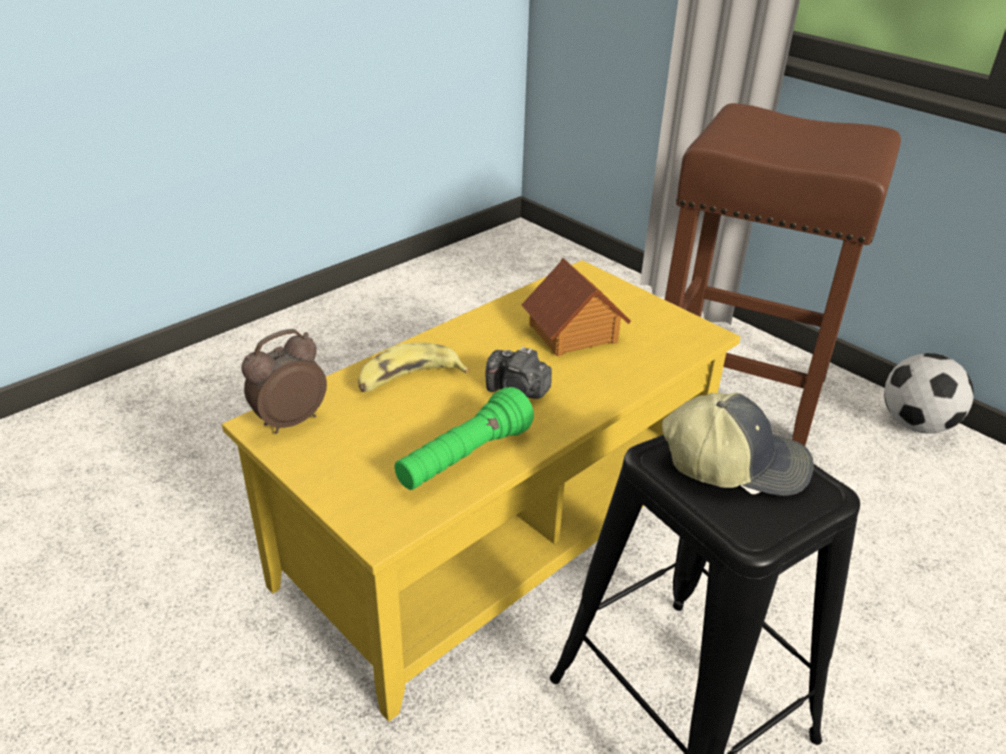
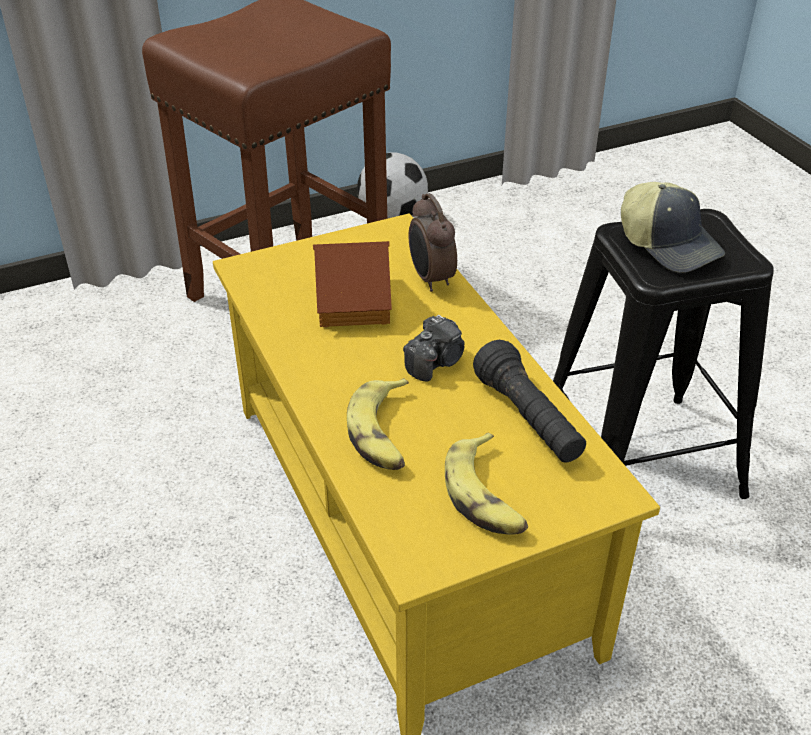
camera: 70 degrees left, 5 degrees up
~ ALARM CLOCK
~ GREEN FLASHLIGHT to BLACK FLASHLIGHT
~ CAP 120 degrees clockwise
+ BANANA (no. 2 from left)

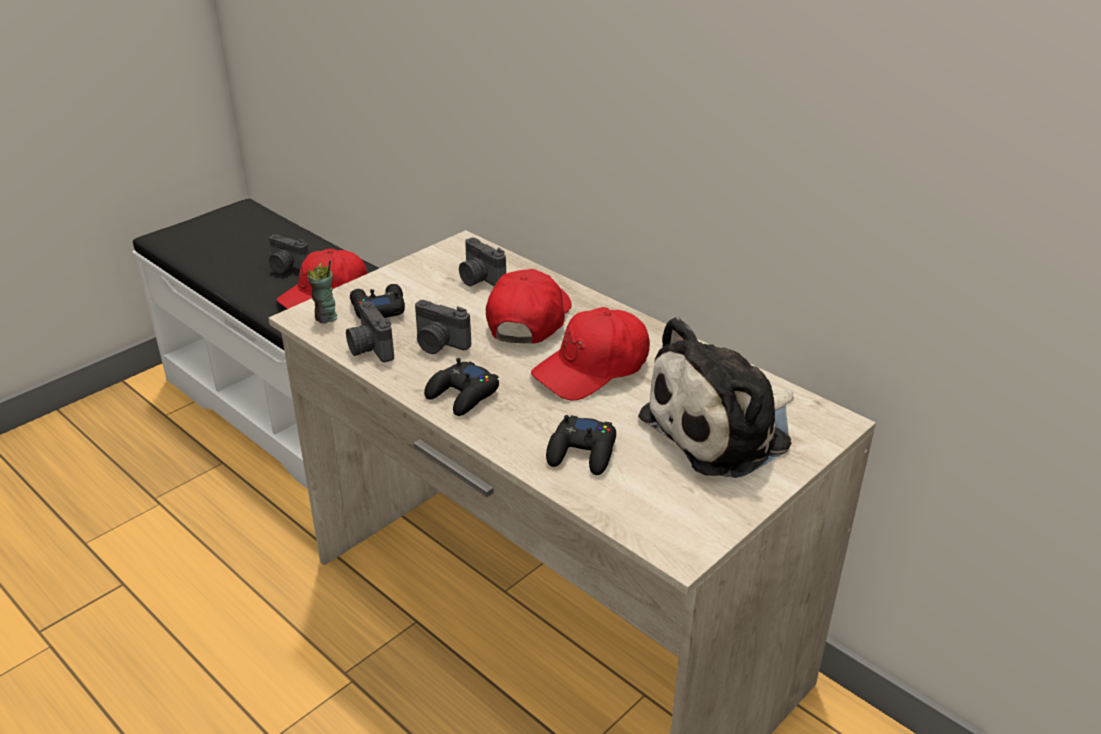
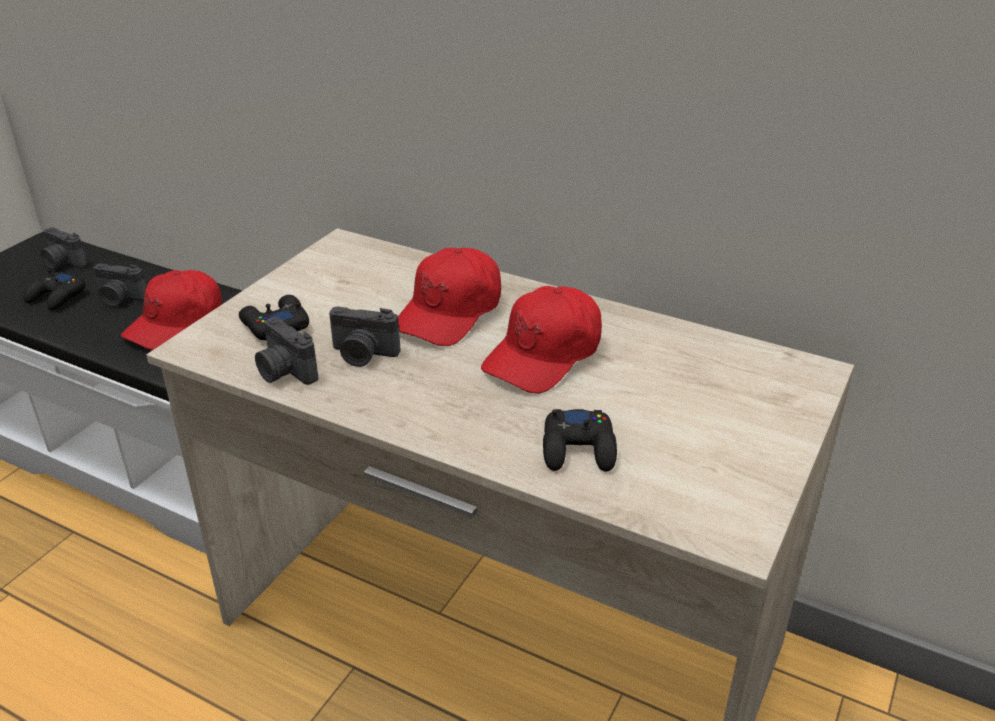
camera: 15 degrees left, 0 degrees up
~ PHOTO CAMERA (no. 4 from left in the first image) to PHOTO CAMERA (no. 1 from left)
- CUP
~ RED CAP (no. 2 from left) 150 degrees counterclockwise
- PLUSH TOY
~ BLACK GAME CONTROLLER (no. 2 from left in the first image) to BLACK GAME CONTROLLER (no. 1 from left)

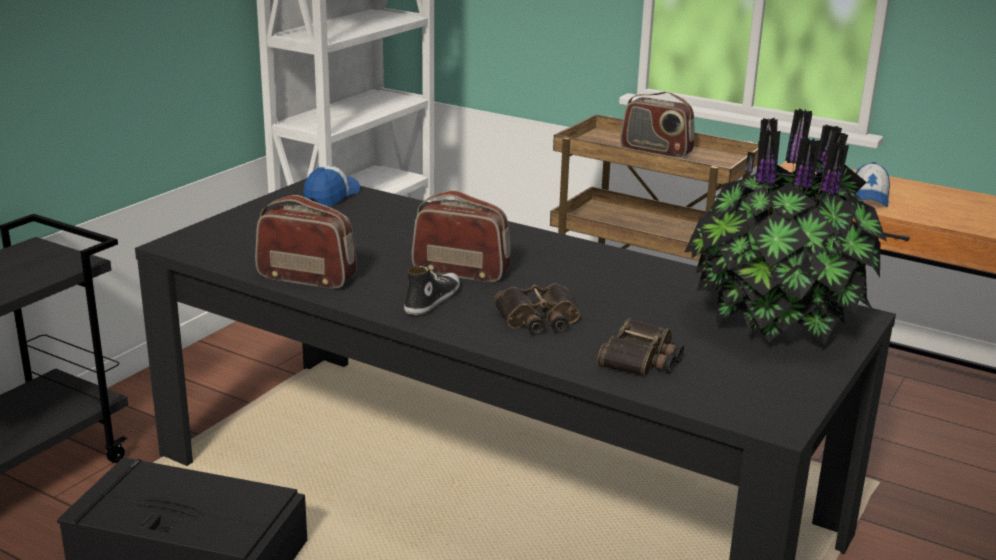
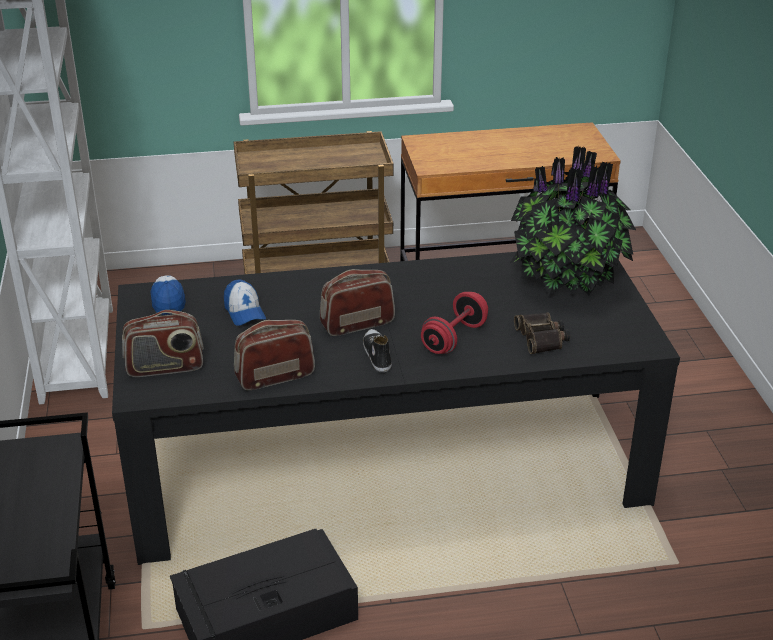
camera: 40 degrees left, 10 degrees up
~ RADIO (no. 3 from left in the first image) to RADIO (no. 1 from left)
~ CAP (no. 2 from left)
~ BINOCULARS (no. 1 from left) to RED DUMBBELL

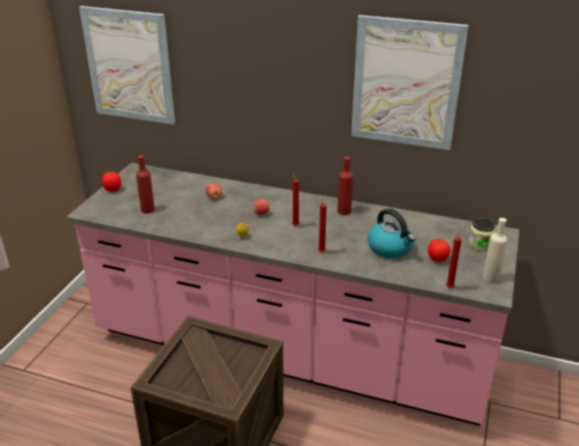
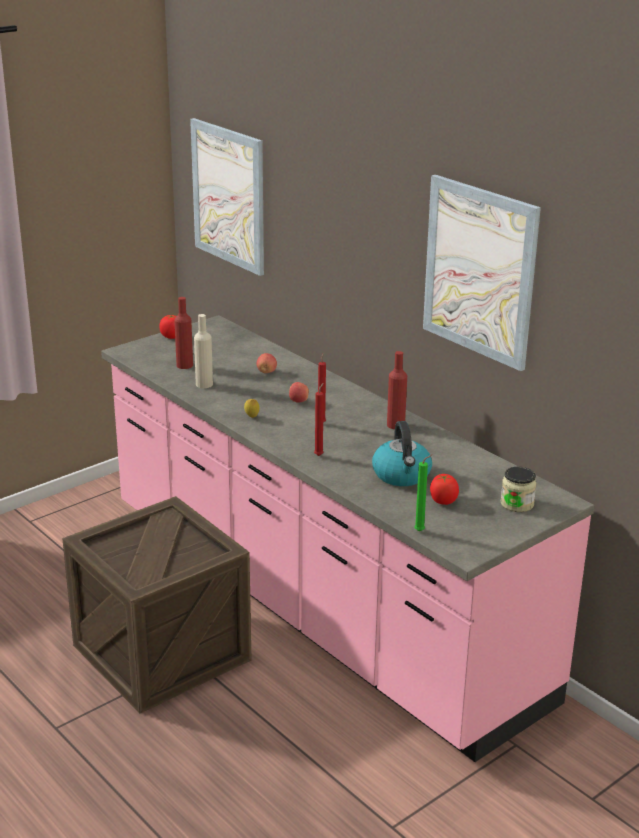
camera: 30 degrees right, 5 degrees down
~ BEIGE BOTTLE
~ RED CANDLE (no. 3 from left) to GREEN CANDLE

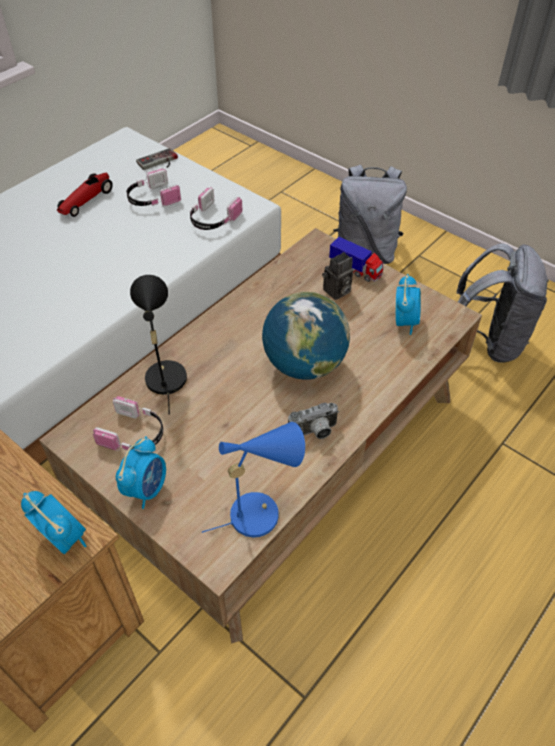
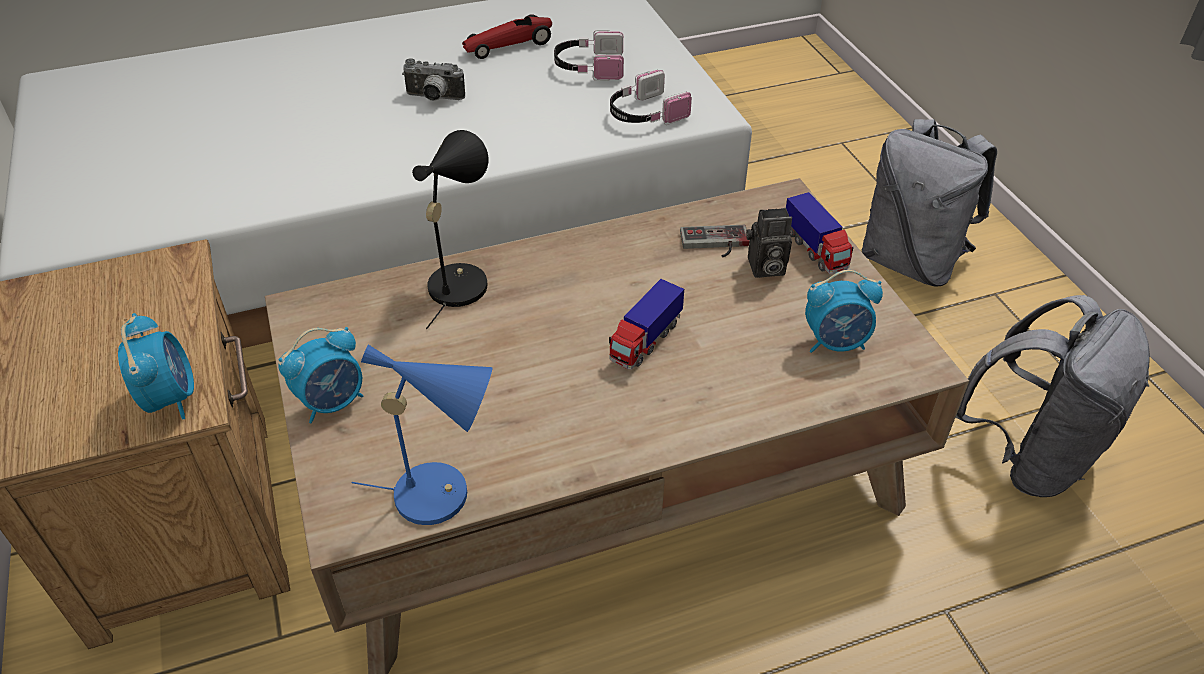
camera: 30 degrees right, 5 degrees down
~ GAME CONTROLLER
~ ALARM CLOCK (no. 3 from left) 45 degrees clockwise
~ GLOBE to TOY TRUCK (no. 1 from left)
- HEADPHONES (no. 1 from left)
~ PHOTO CAMERA (no. 1 from left)

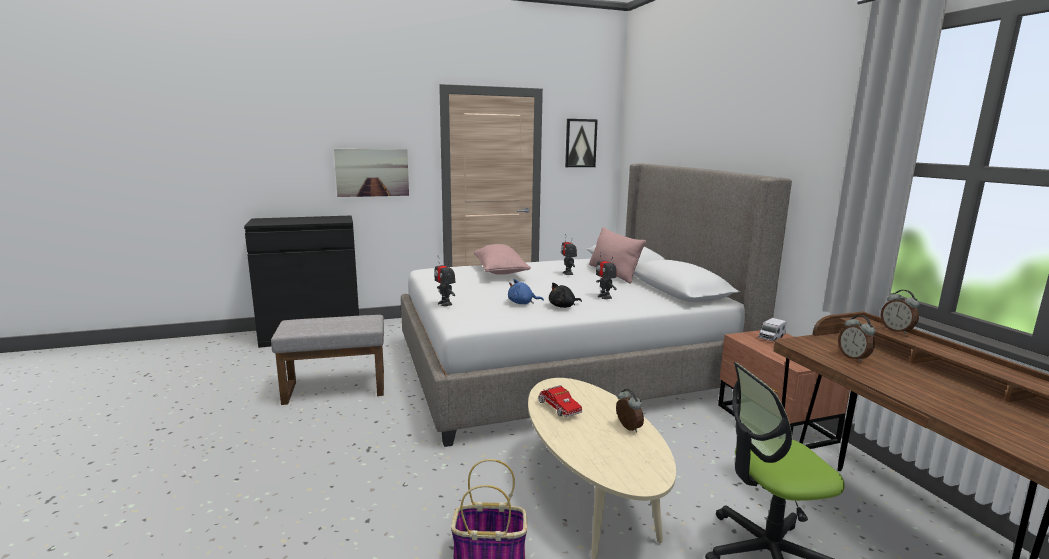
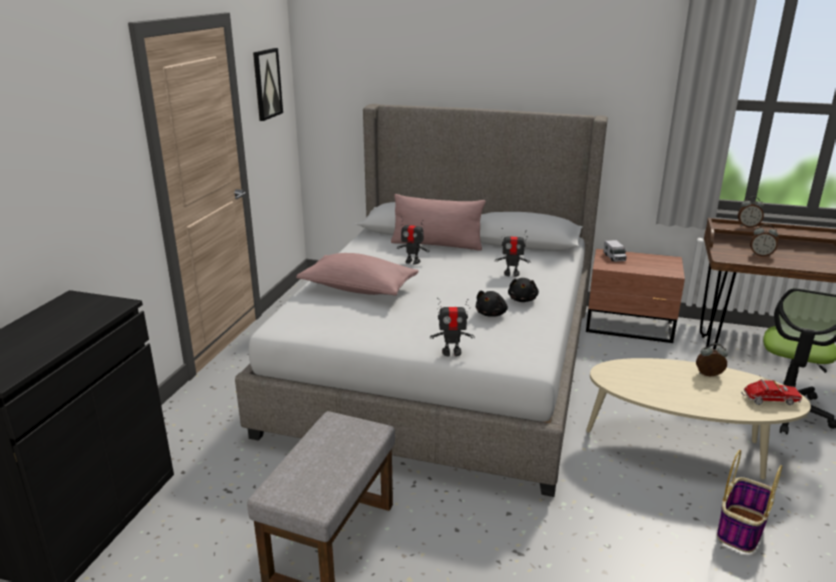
camera: 55 degrees left, 10 degrees up
- PICTURE (no. 1 from left)
~ BLUE PLUSH TOY to BLACK PLUSH TOY (no. 1 from left)
~ TOY TRUCK (no. 1 from left in the first image) to TOY TRUCK (no. 2 from left)

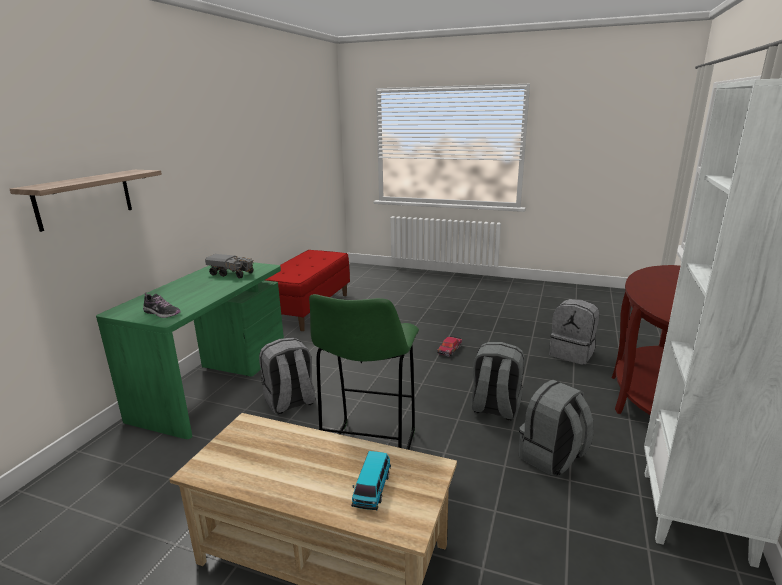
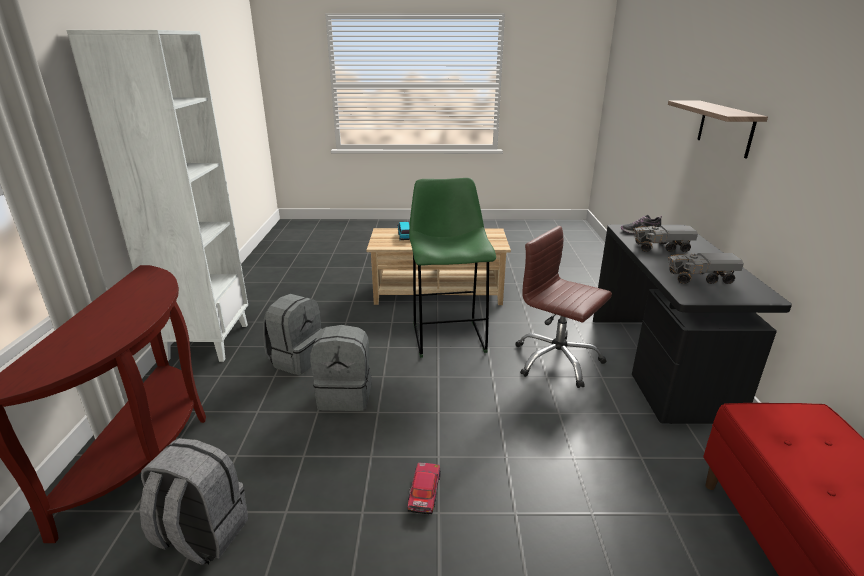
camera: 160 degrees right, 5 degrees up
~ GREEN DESK to BLACK DESK
~ GREY BACKPACK (no. 1 from left) to BROWN OFFICE CHAIR
+ TOY TRUCK (no. 1 from left)

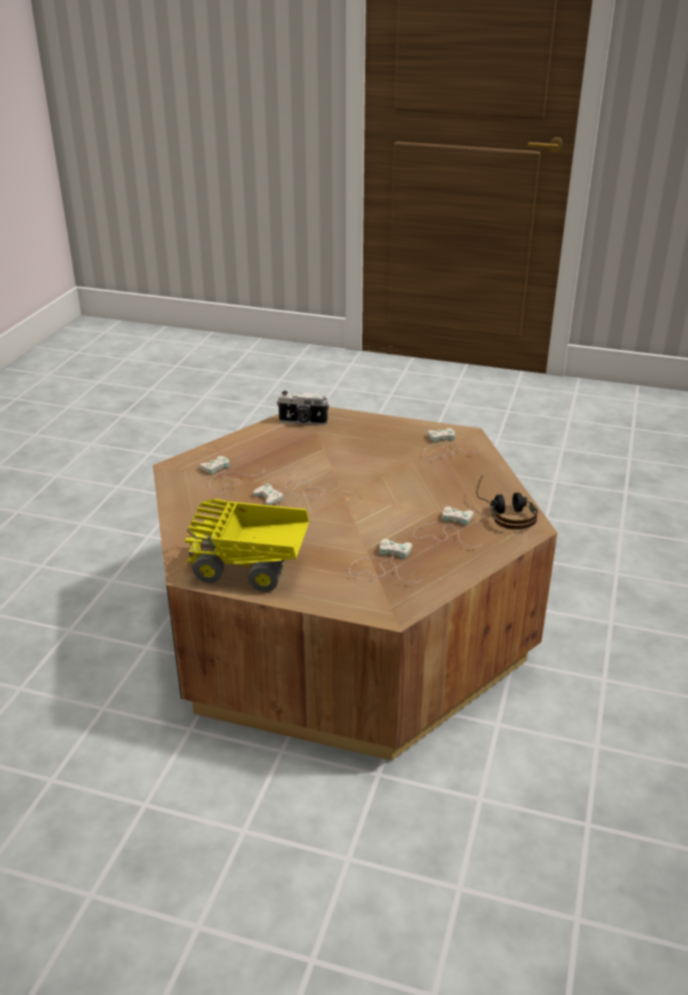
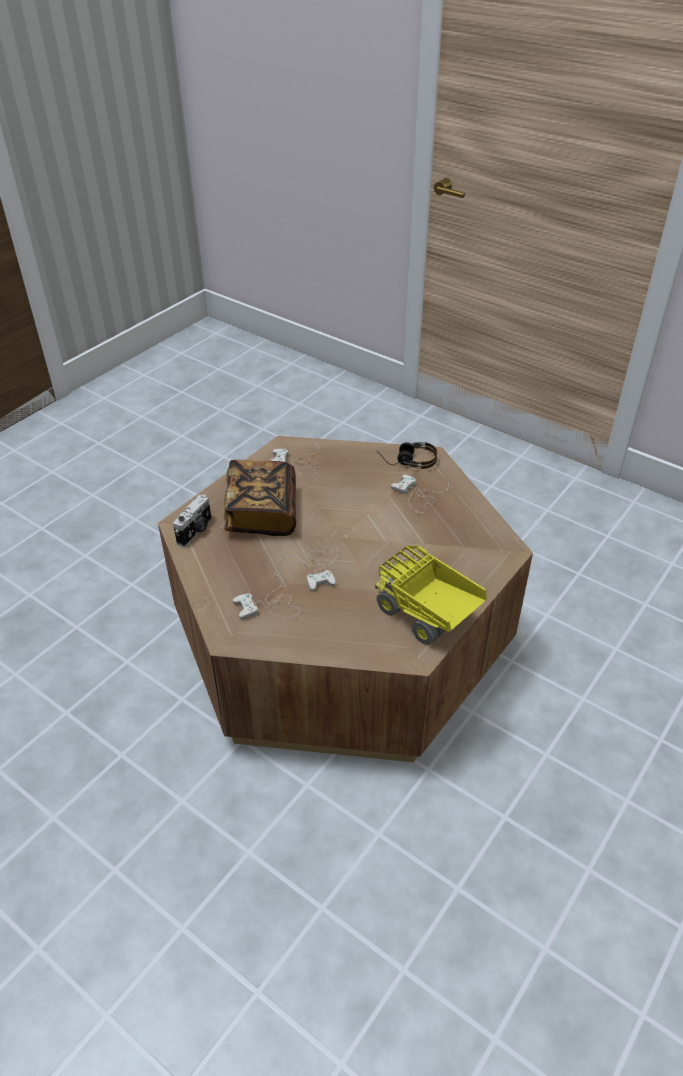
camera: 70 degrees left, 10 degrees up
~ TOY TRUCK 105 degrees clockwise
- WHITE GAME CONTROLLER (no. 3 from left)
+ BOOK

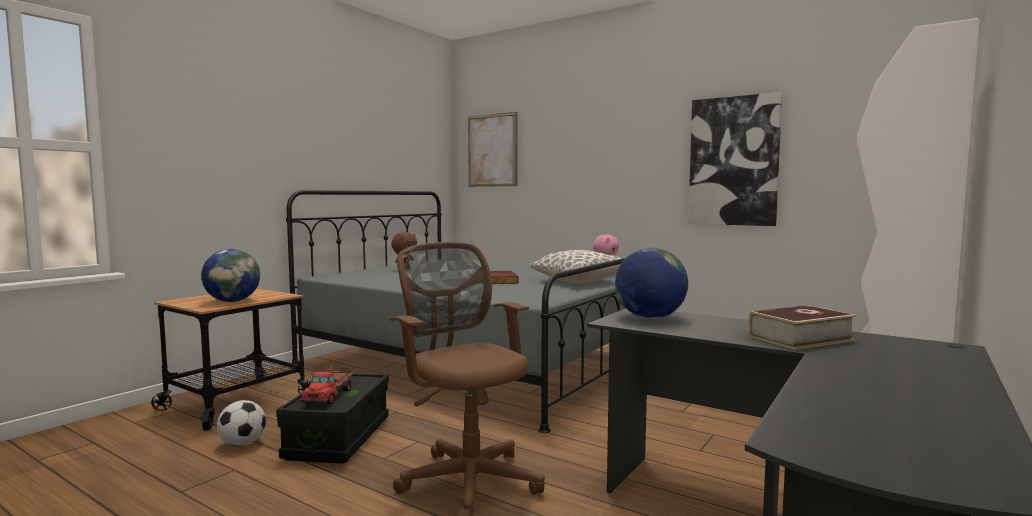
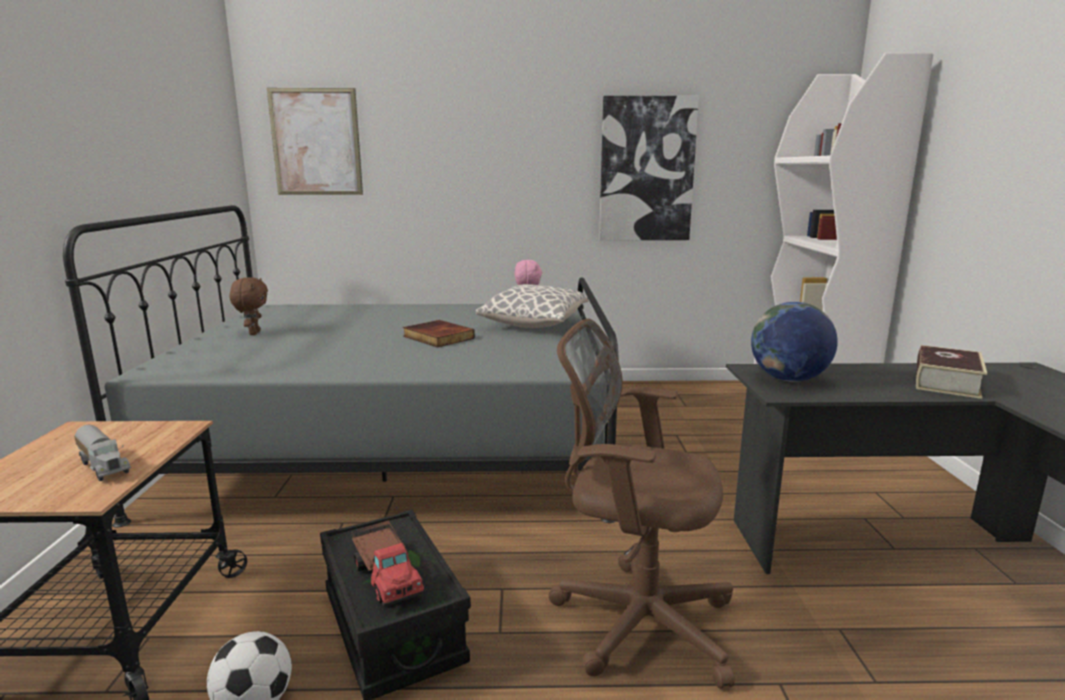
camera: 35 degrees left, 10 degrees up
~ GLOBE (no. 1 from left) to TOY TRUCK (no. 1 from left)

